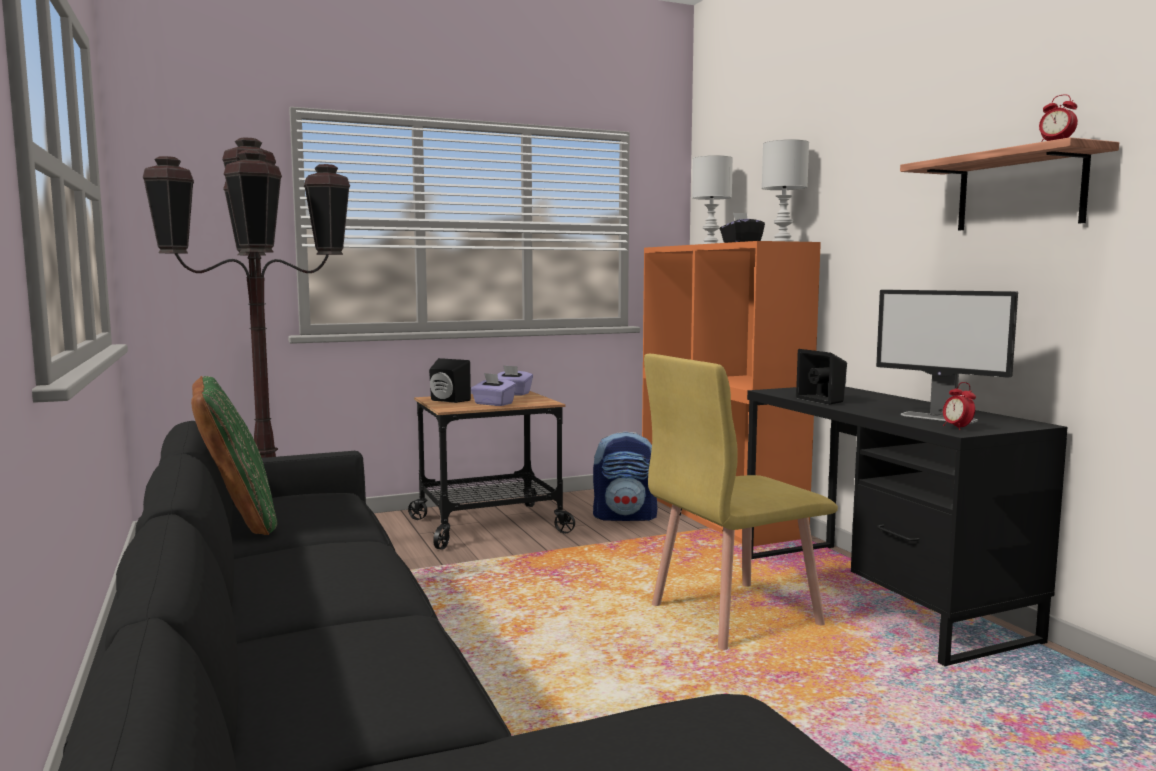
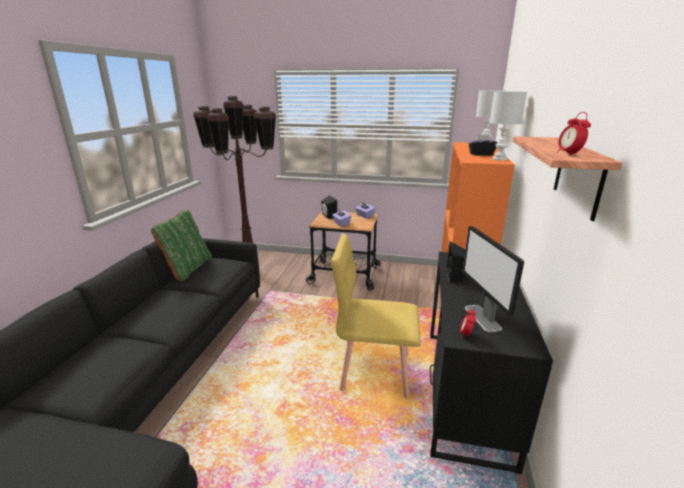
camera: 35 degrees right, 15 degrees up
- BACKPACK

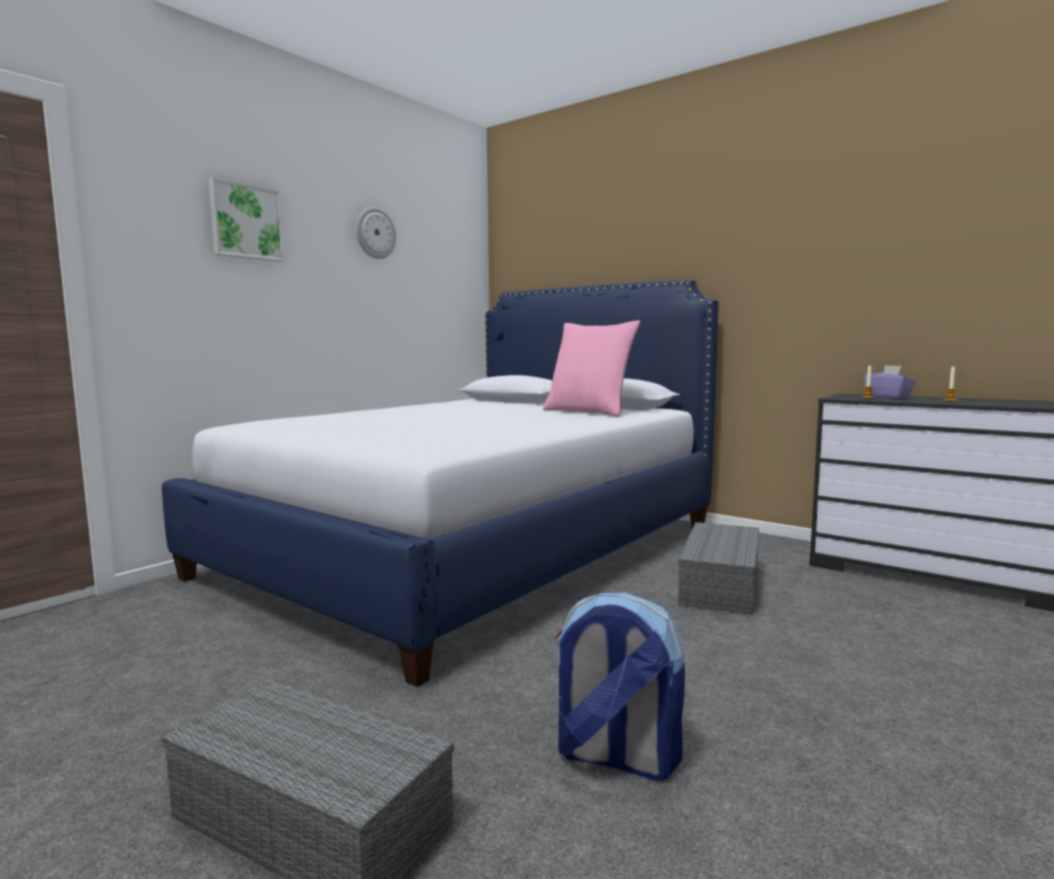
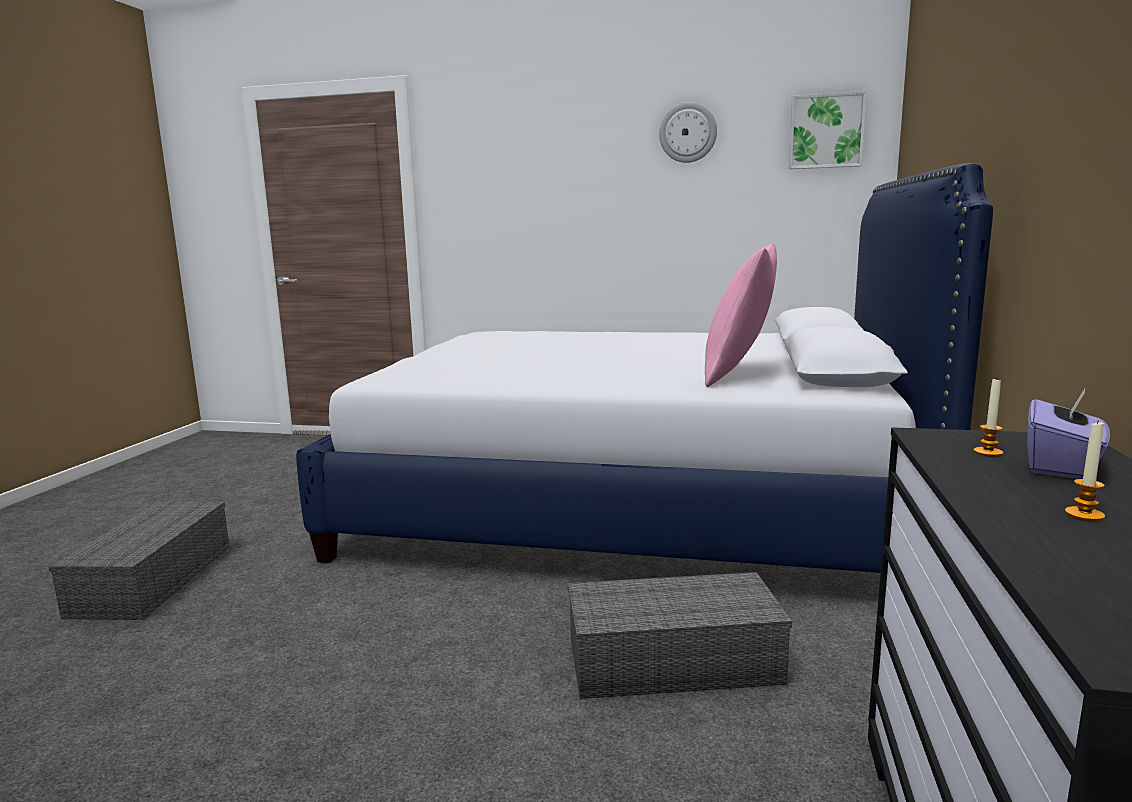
camera: 65 degrees right, 5 degrees up
~ PICTURE
- BACKPACK

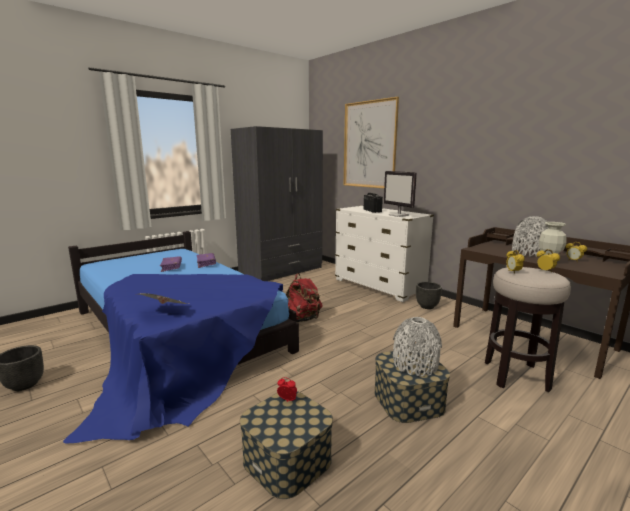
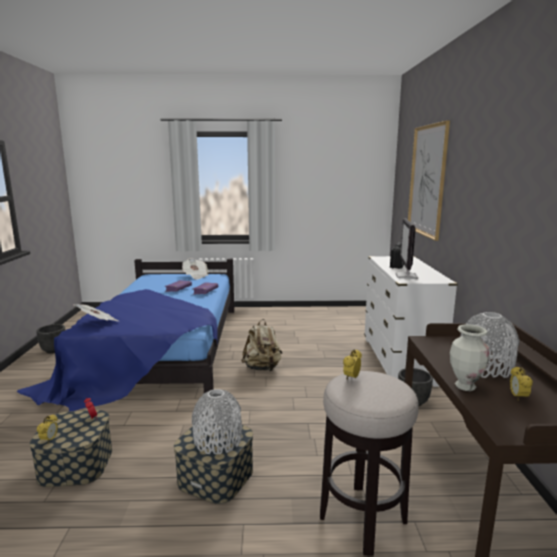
camera: 40 degrees right, 0 degrees up
- GREY WARDROBE
~ ALARM CLOCK (no. 3 from left in the first image) to ALARM CLOCK (no. 1 from left)
~ RED BACKPACK to BEIGE BACKPACK
+ NEWSPAPER (no. 2 from left)

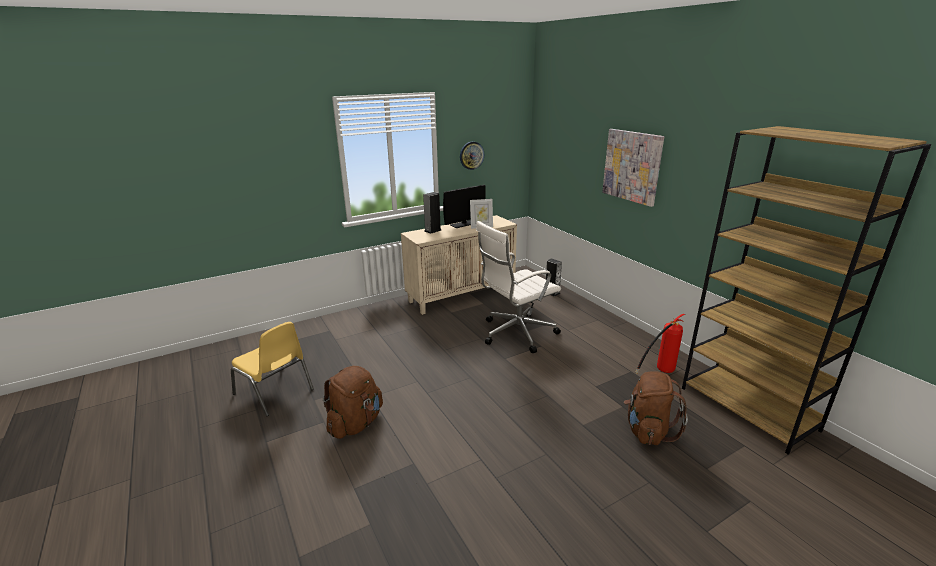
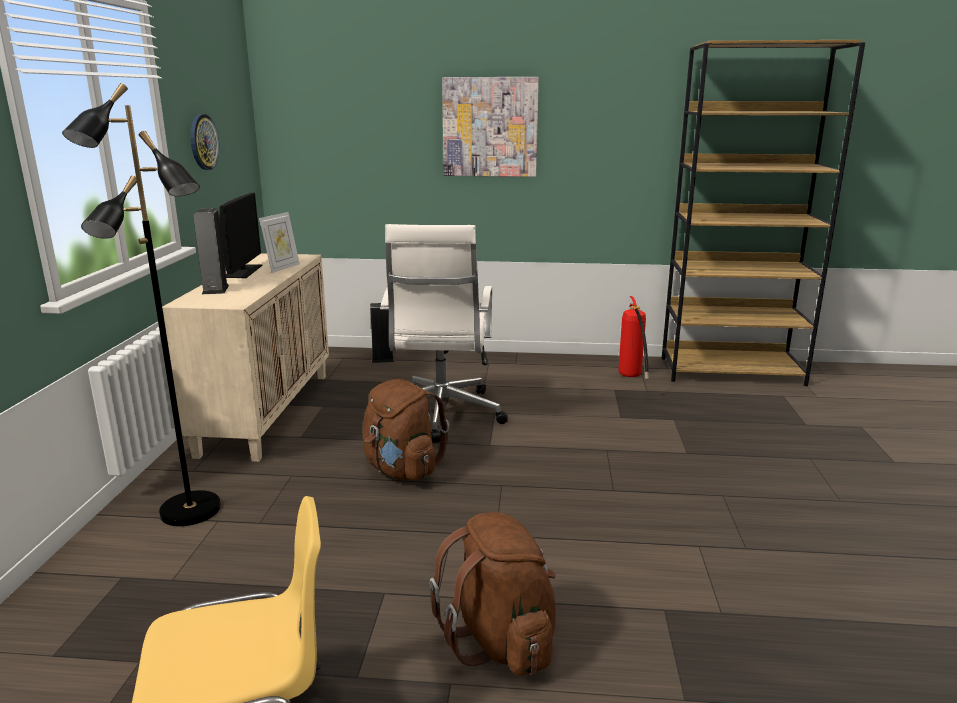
camera: 55 degrees left, 5 degrees down
~ BROWN BACKPACK (no. 2 from left in the first image) to BROWN BACKPACK (no. 1 from left)
+ BLACK FLOOR LAMP

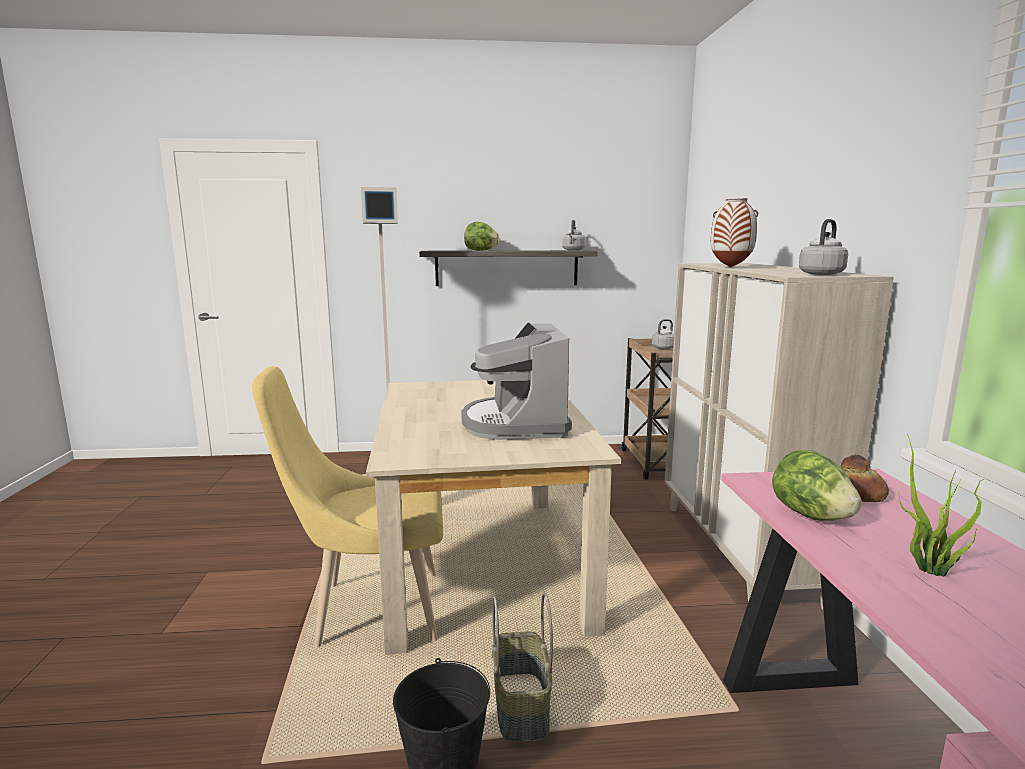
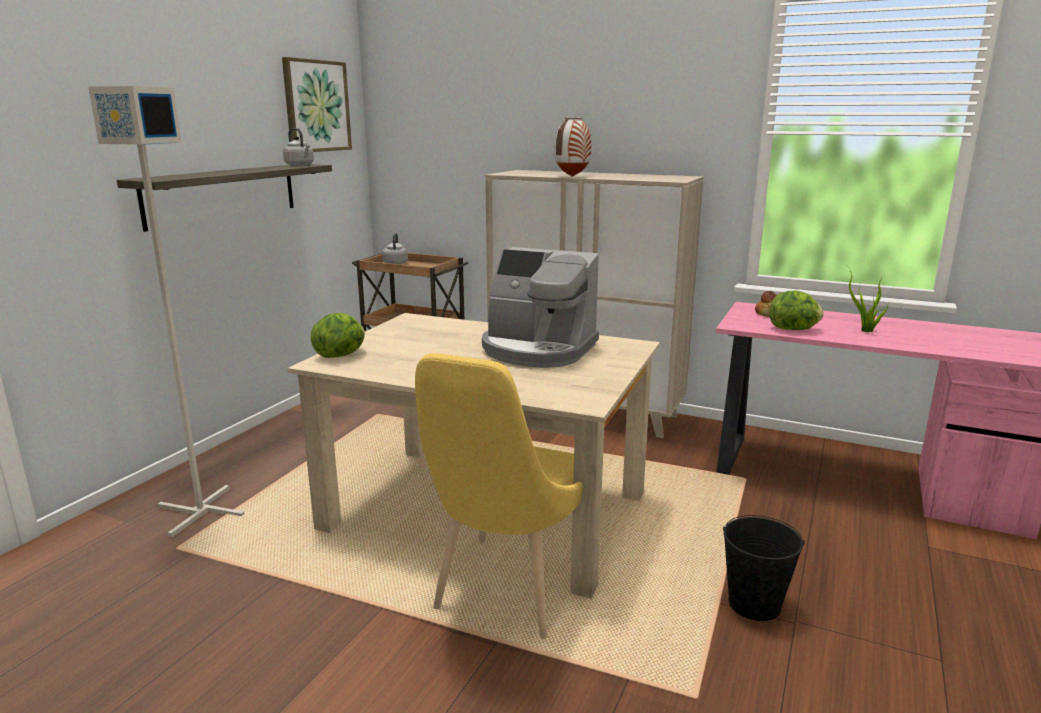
camera: 60 degrees left, 5 degrees up
- GREY KETTLE (no. 3 from left)
~ LETTUCE (no. 1 from left)
- BASKET
+ PICTURE

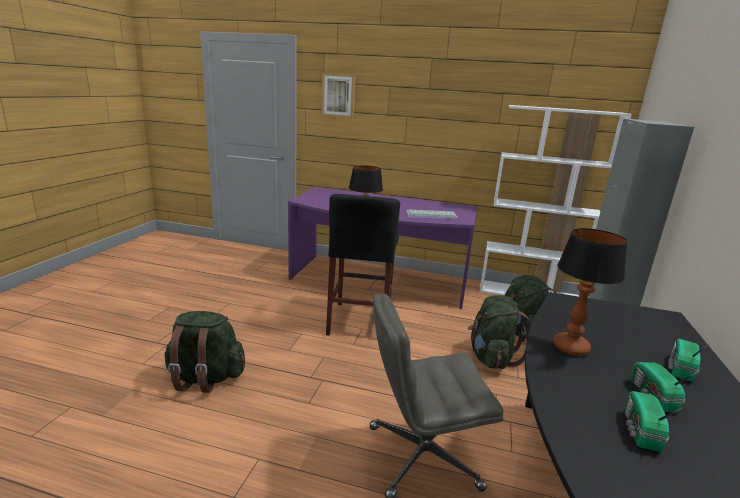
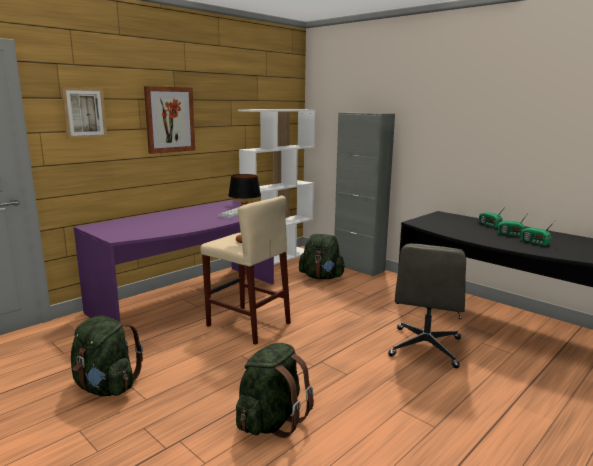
camera: 60 degrees left, 5 degrees down
~ BLACK STOOL to BEIGE STOOL
- TABLE LAMP (no. 2 from left)
~ GREEN BACKPACK (no. 2 from left in the first image) to GREEN BACKPACK (no. 1 from left)
+ PICTURE (no. 2 from left)

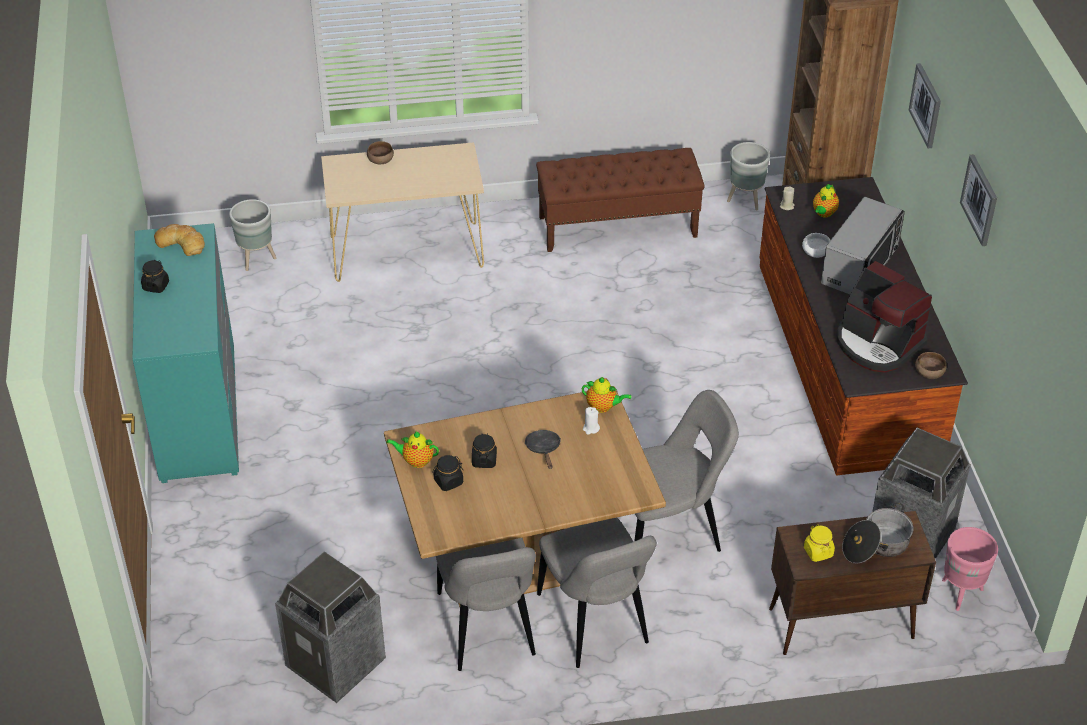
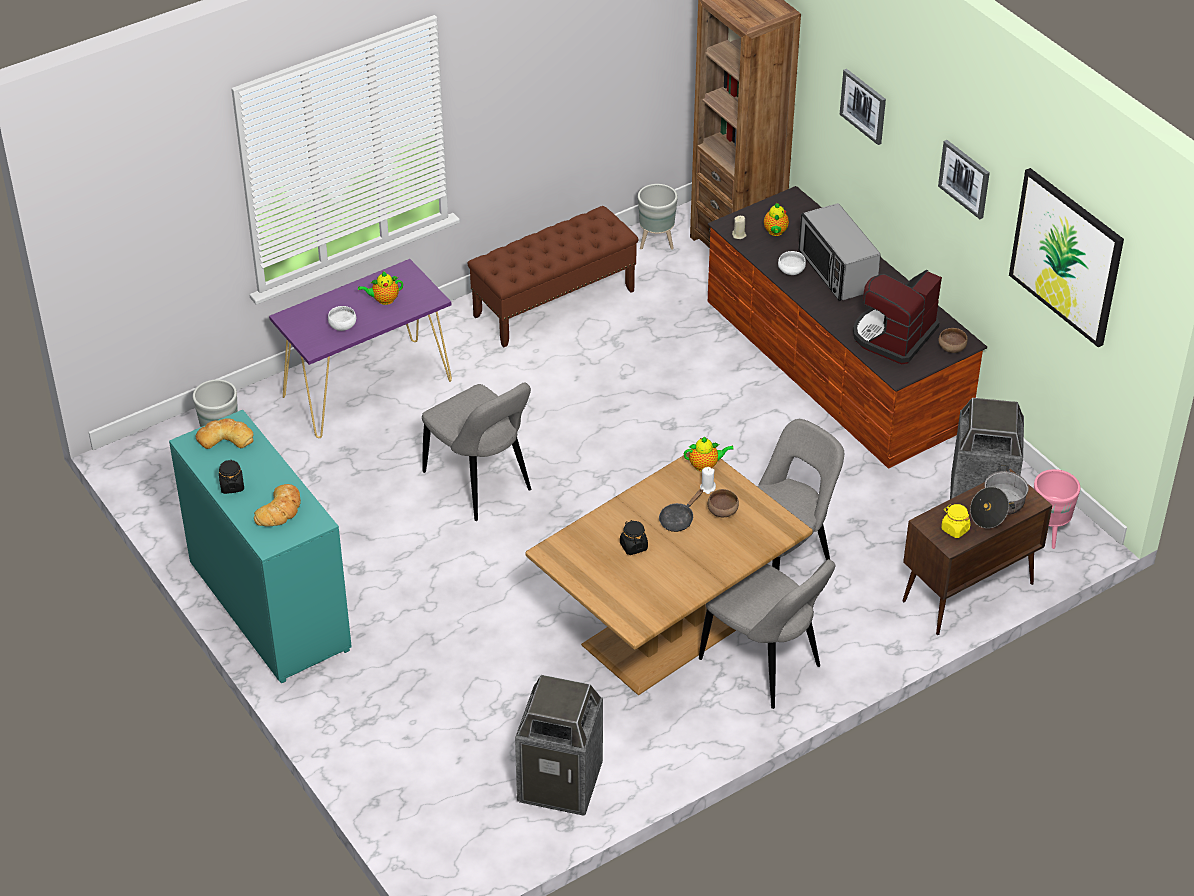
camera: 25 degrees left, 0 degrees up
~ BROWN BOWL (no. 1 from left)
~ BEIGE CONSOLE TABLE to PURPLE CONSOLE TABLE
~ MICROWAVE 150 degrees clockwise
~ COFFEE MACHINE 105 degrees clockwise
~ BLACK FRYING PAN 105 degrees counterclockwise
~ TEAPOT (no. 1 from left)
- BLACK JAR (no. 2 from left)
~ GREY CHAIR (no. 1 from left)
+ PICTURE (no. 3 from left)
+ WHITE BOWL (no. 1 from left)
+ BREAD (no. 2 from left)

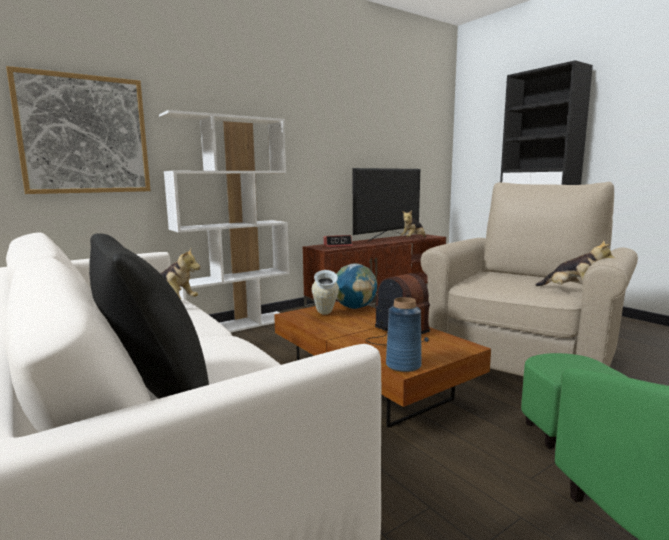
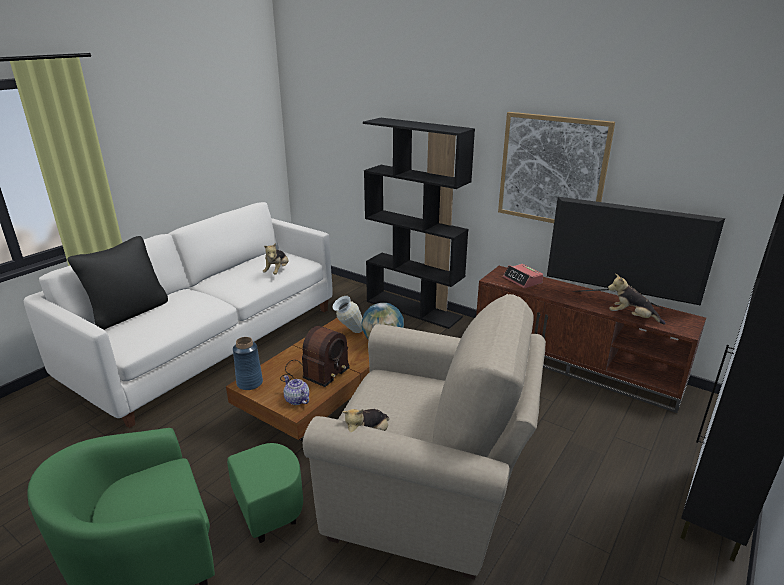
camera: 70 degrees right, 15 degrees up
~ PICTURE
~ WHITE BOOKCASE to BLACK BOOKCASE
+ TEAPOT

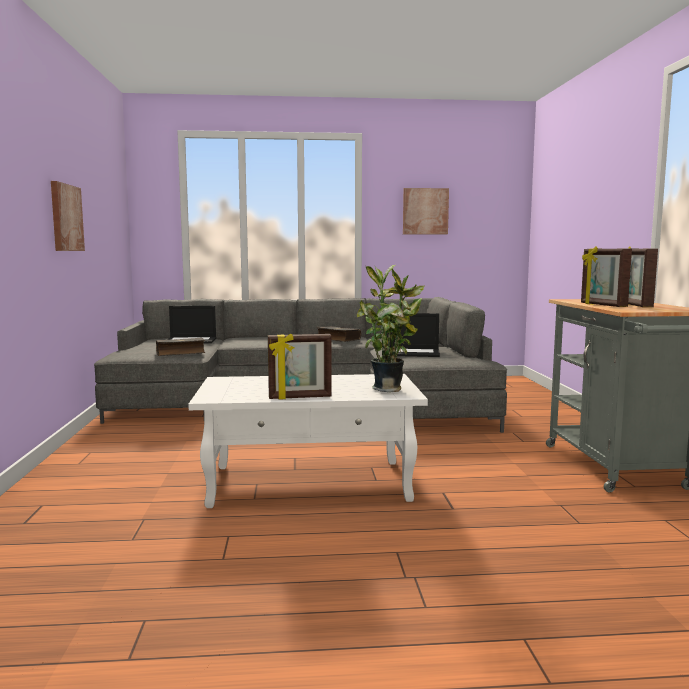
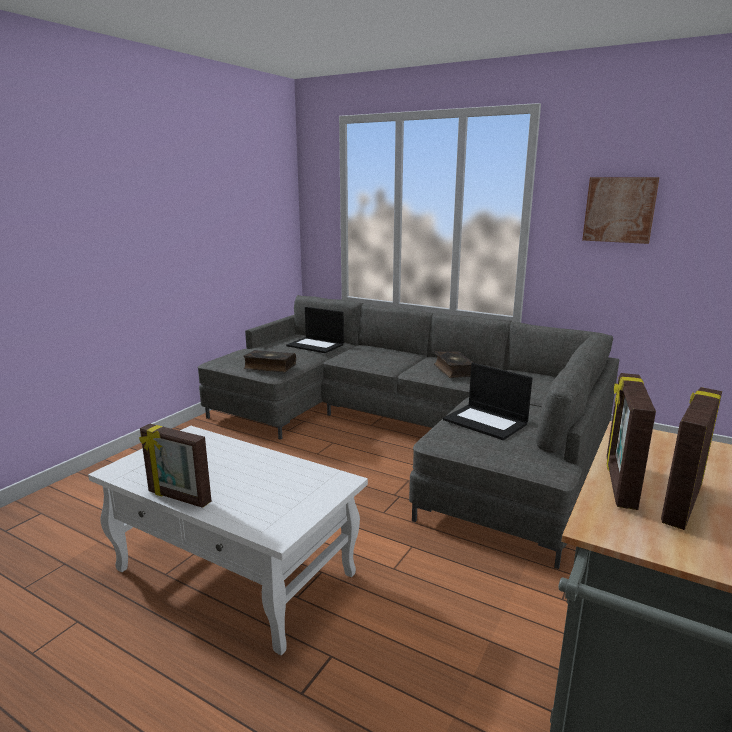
camera: 35 degrees right, 10 degrees up
- PICTURE (no. 1 from left)
- POTTED PLANT

